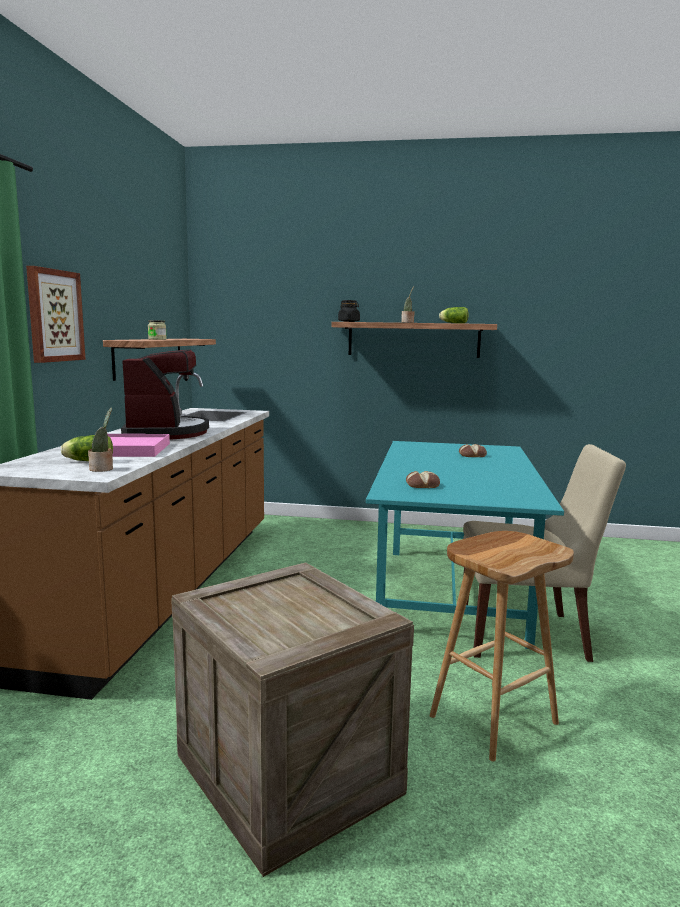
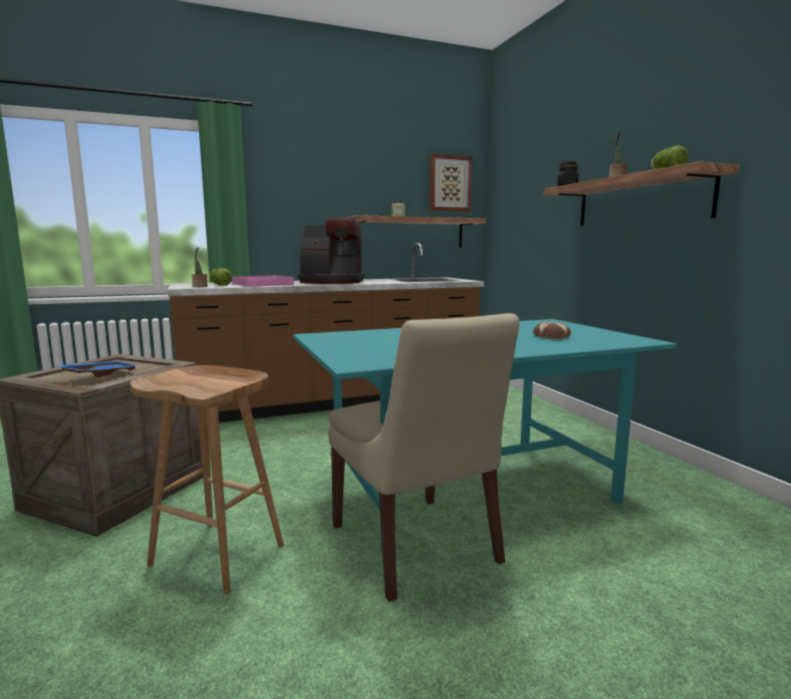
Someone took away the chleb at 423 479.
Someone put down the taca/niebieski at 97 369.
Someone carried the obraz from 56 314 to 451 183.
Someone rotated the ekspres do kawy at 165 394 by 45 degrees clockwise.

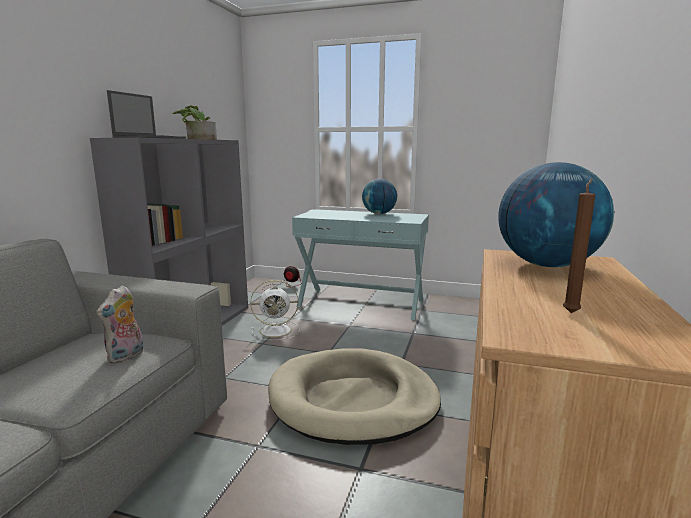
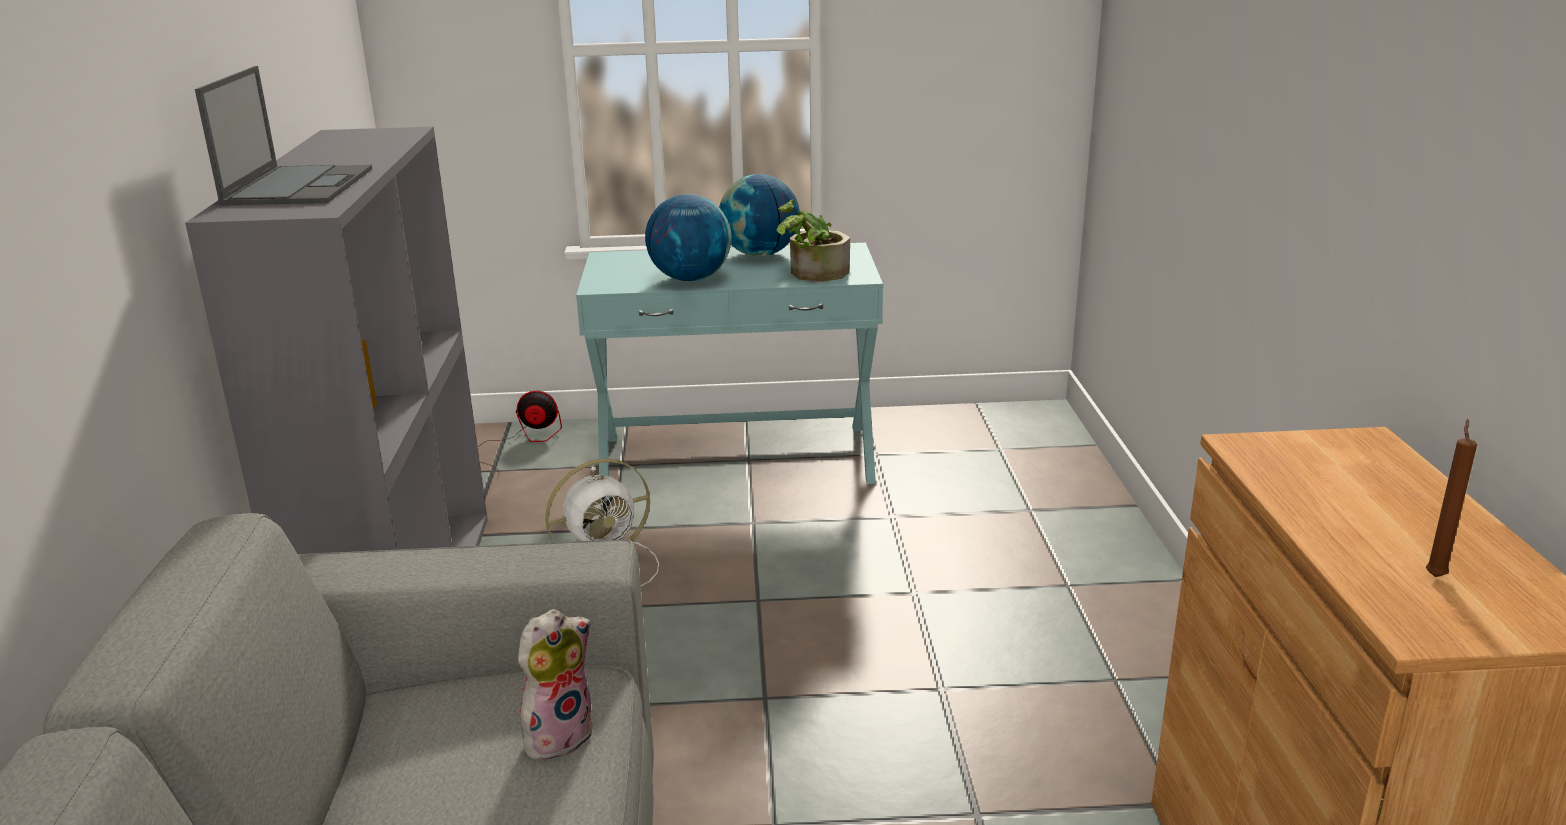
Someone took away the legowisko/beżowy at 354 396.
Someone carried the roślina doniczkowa from 194 122 to 813 240.
Someone carried the globus from 556 214 to 688 237.
Someone rotated the pluszak at 120 324 by 135 degrees counterclockwise.

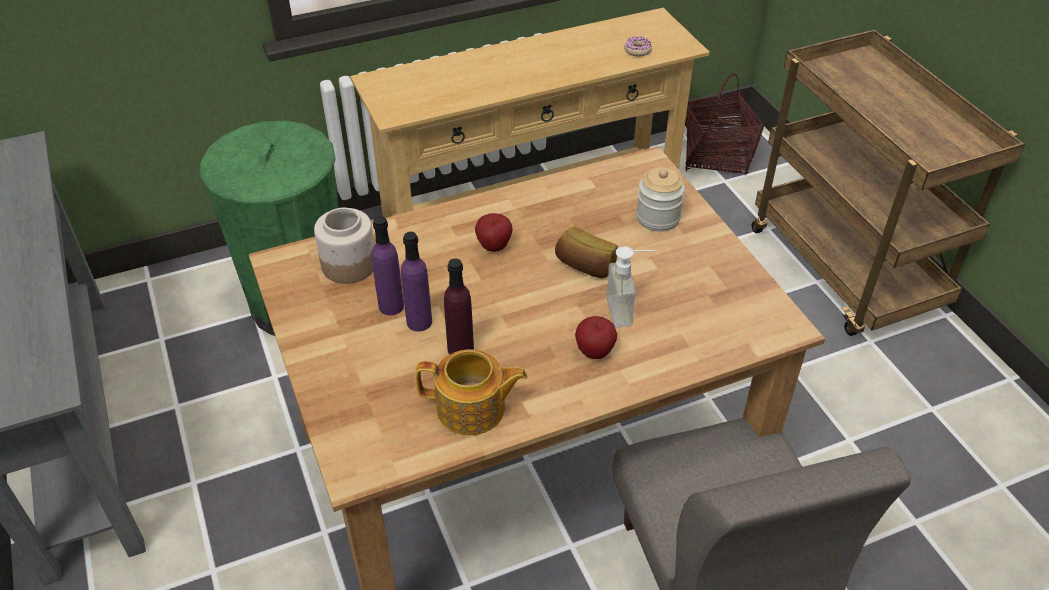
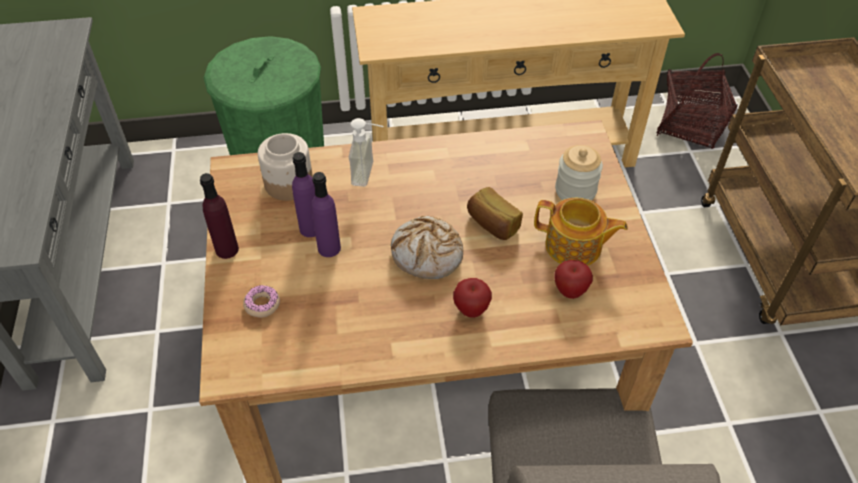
Someone put down the chleb at 427 247.
Someone carried the imbryk from 472 392 to 581 232.
Someone carried the butelka/fioletowy from 459 307 to 219 216.
Someone carried the jabłko from 494 232 to 573 279.
Someone carried the dozownik mydła from 630 286 to 366 152.
Someone carried the donut from 638 46 to 261 301.

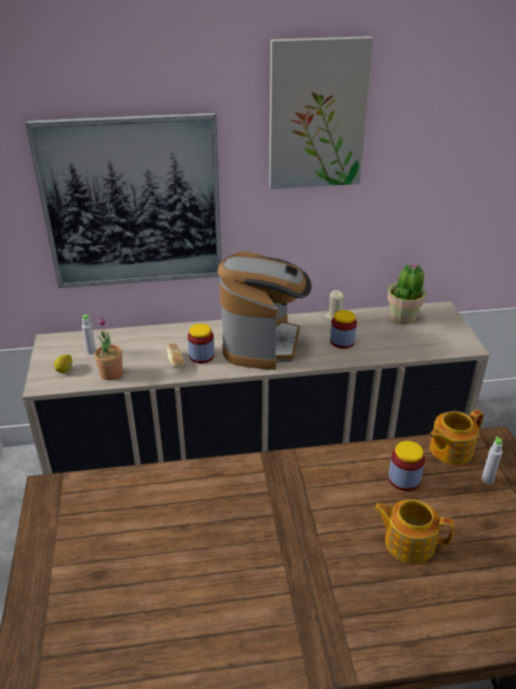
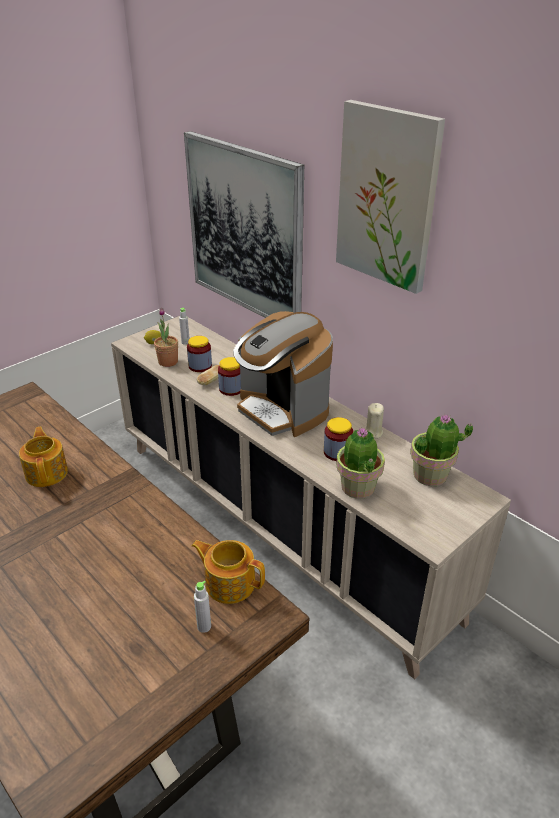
Someone put down the roślina doniczkowa at 360 463.
Someone carried the imbryk from 413 531 to 43 456.
Someone carried the słoik from 406 466 to 199 354.
Someone rotated the ekspres do kawy at 265 310 by 75 degrees clockwise.

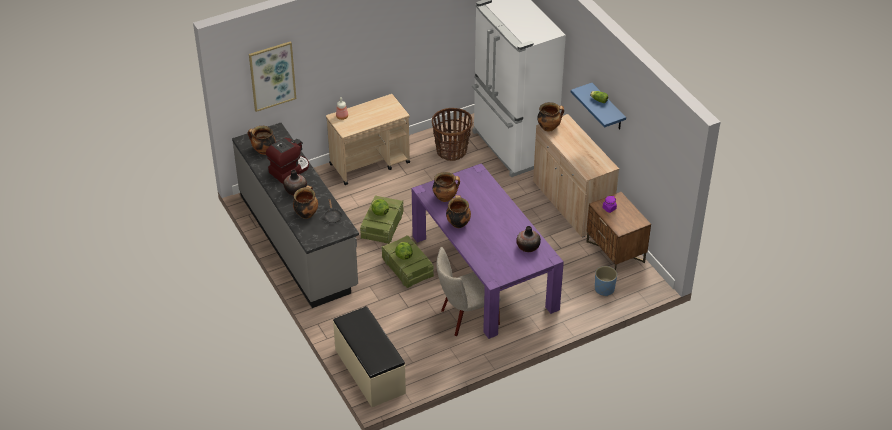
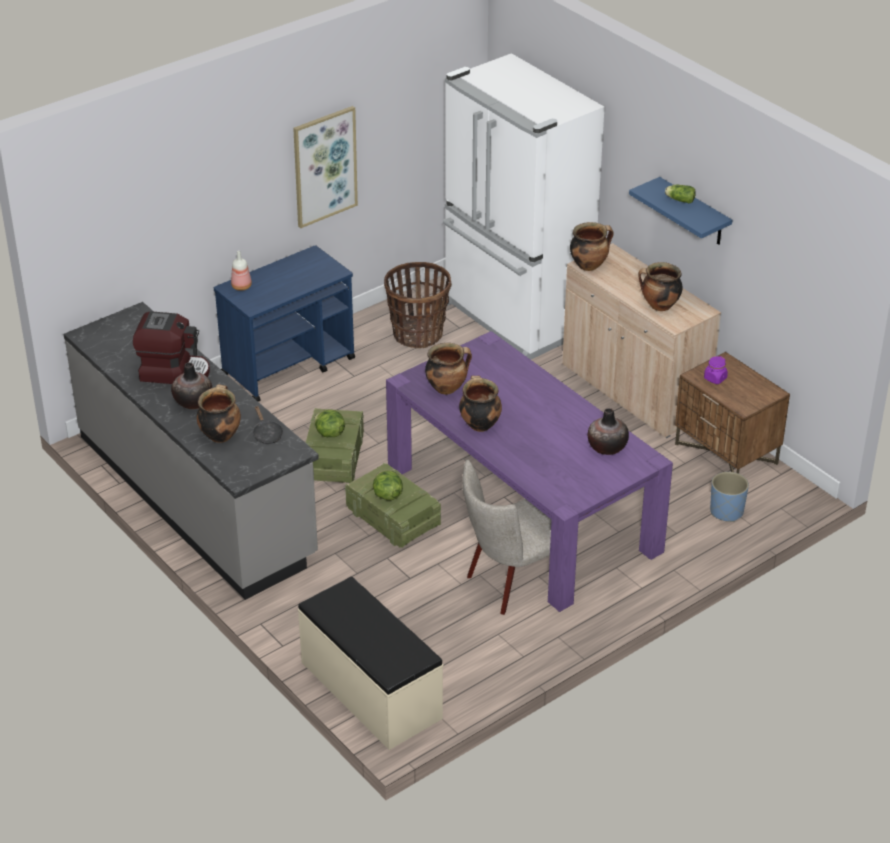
Someone carried the garnek from 261 140 to 660 286.
Someone carried the obraz from 272 76 to 325 167.
Someone repainted the wózek/beżowy at 368 139, which became the wózek/niebieski at 284 323.
Someone rotated the ekspres do kawy at 287 161 by 60 degrees clockwise.

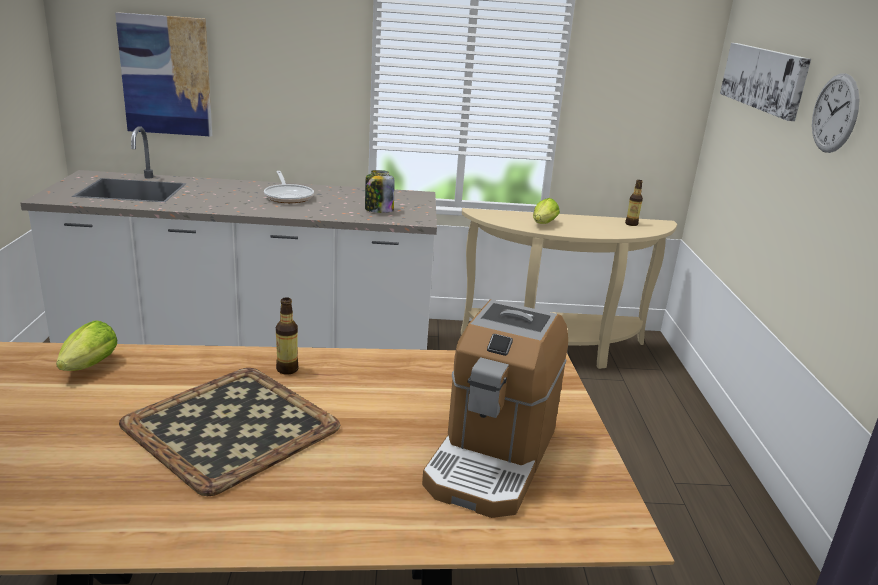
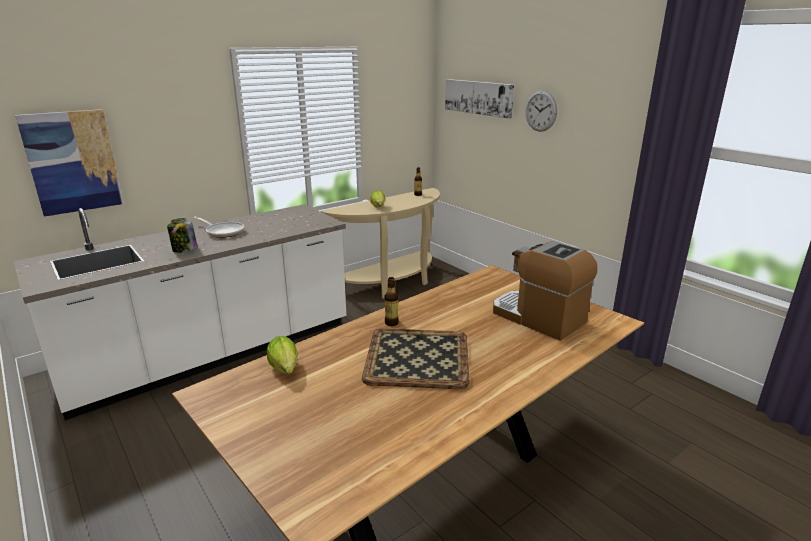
Someone carried the słoik from 379 191 to 182 235.
Someone rotated the ekspres do kawy at 495 408 by 150 degrees clockwise.

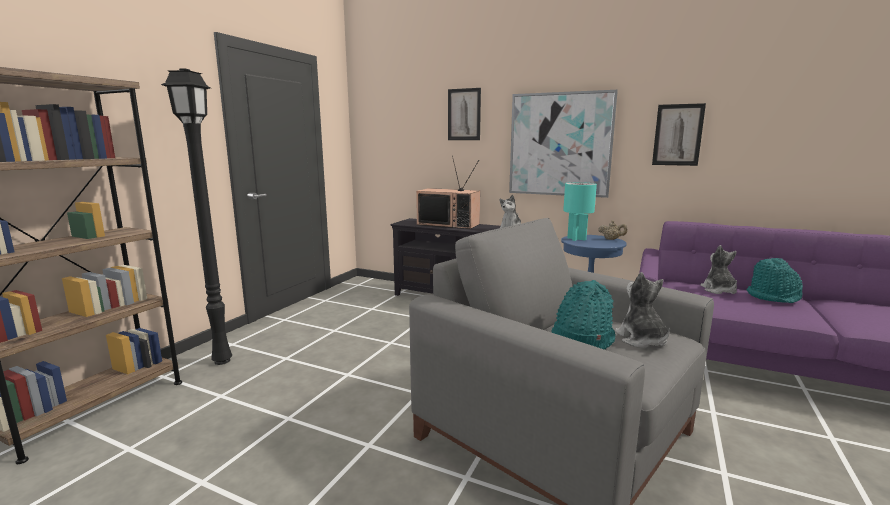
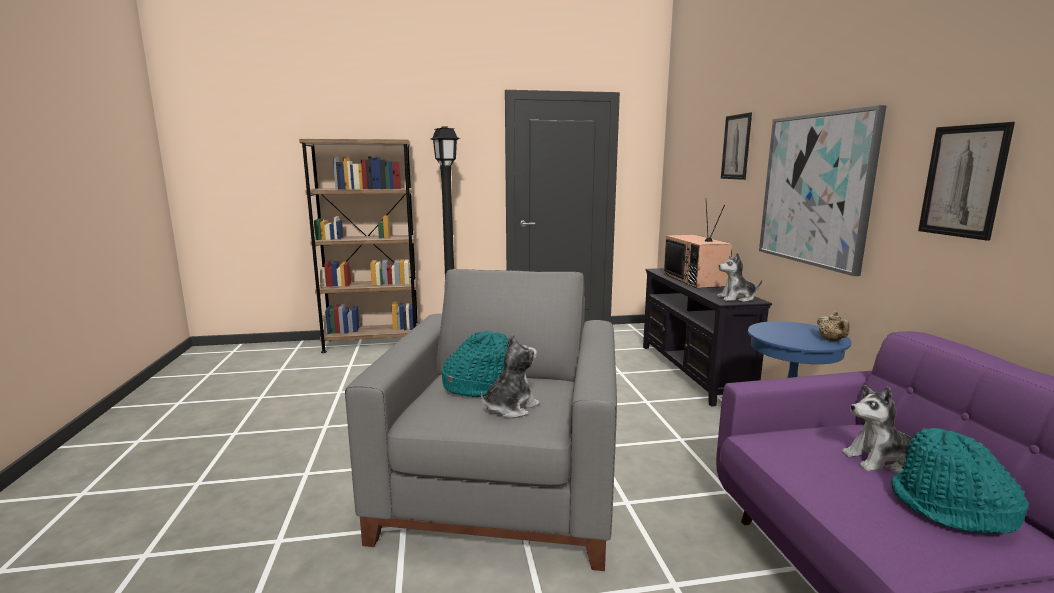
Someone took away the lampa stołowa/turkusowy at 580 211.
Someone rotated the pluszak at 718 269 by 150 degrees counterclockwise.

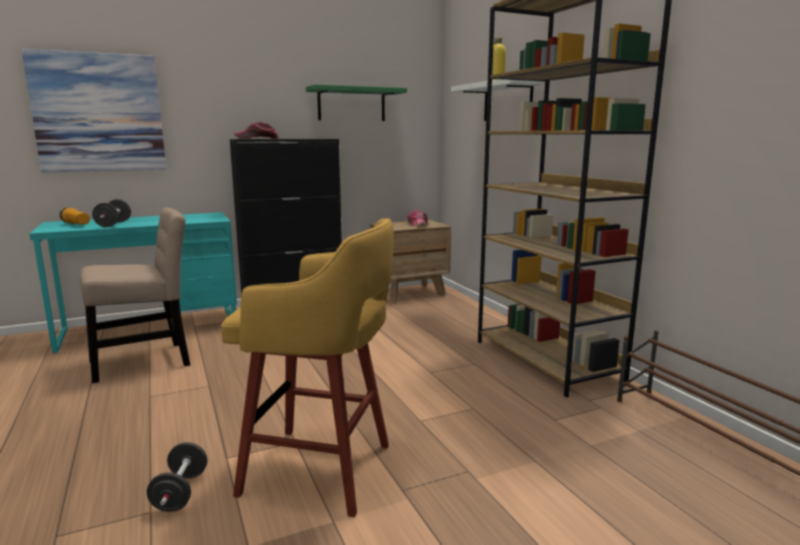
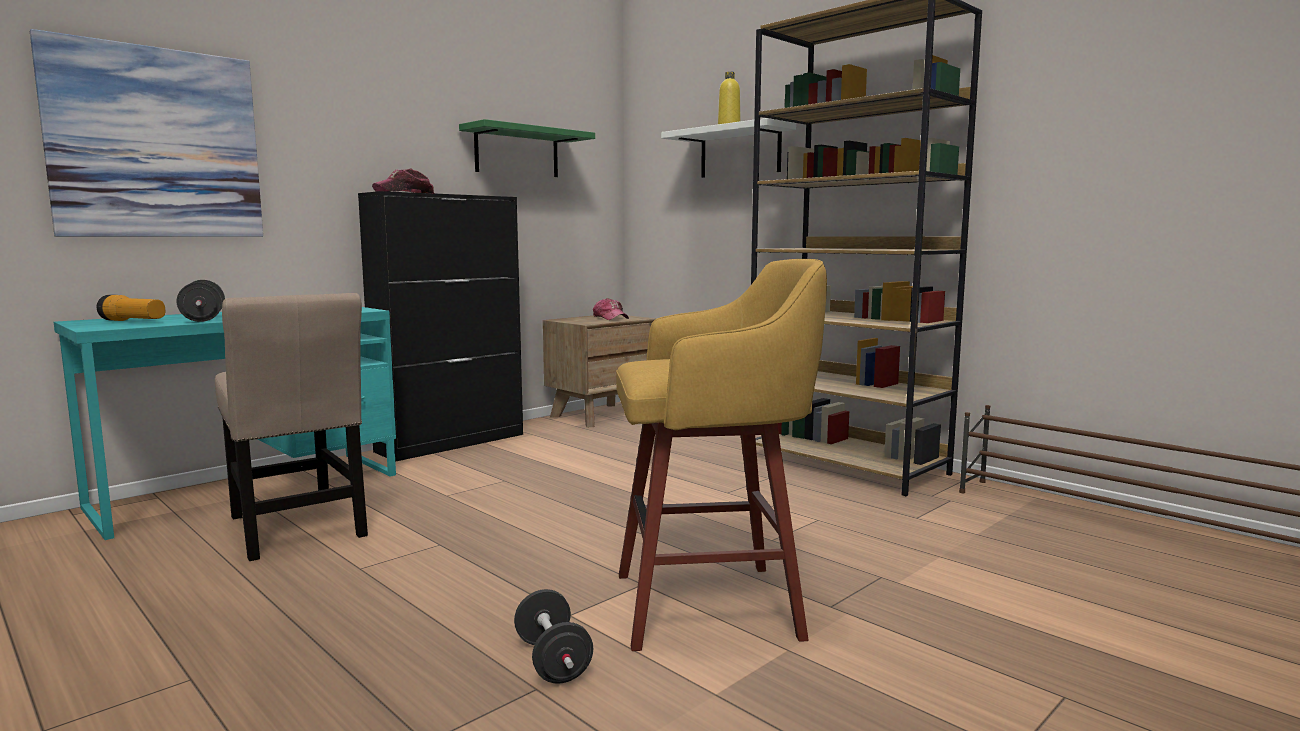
Someone rotated the krzesło/beżowy at 135 295 by 105 degrees clockwise.

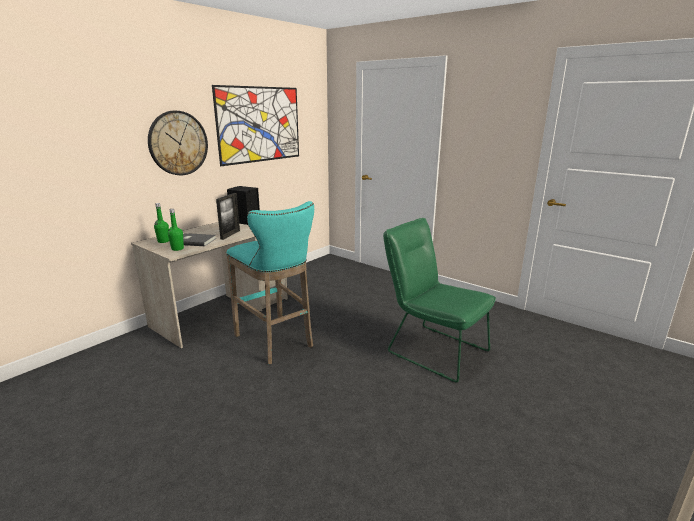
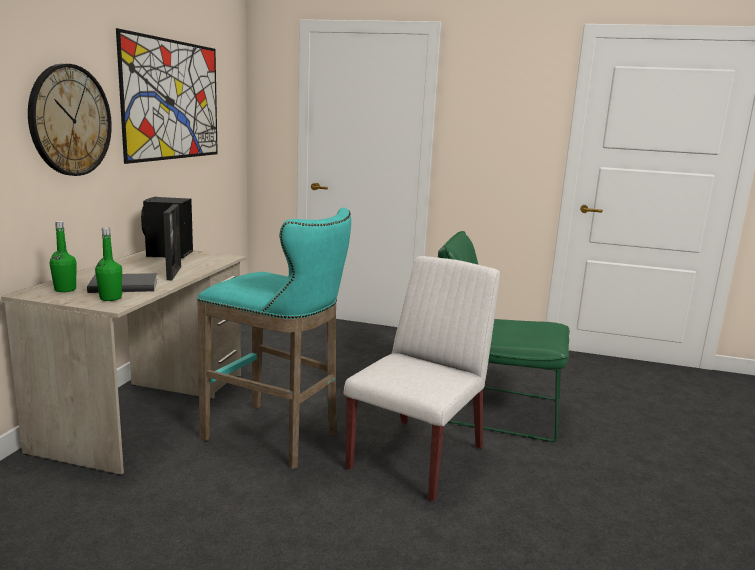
Someone put down the krzesło/biały at 422 379.

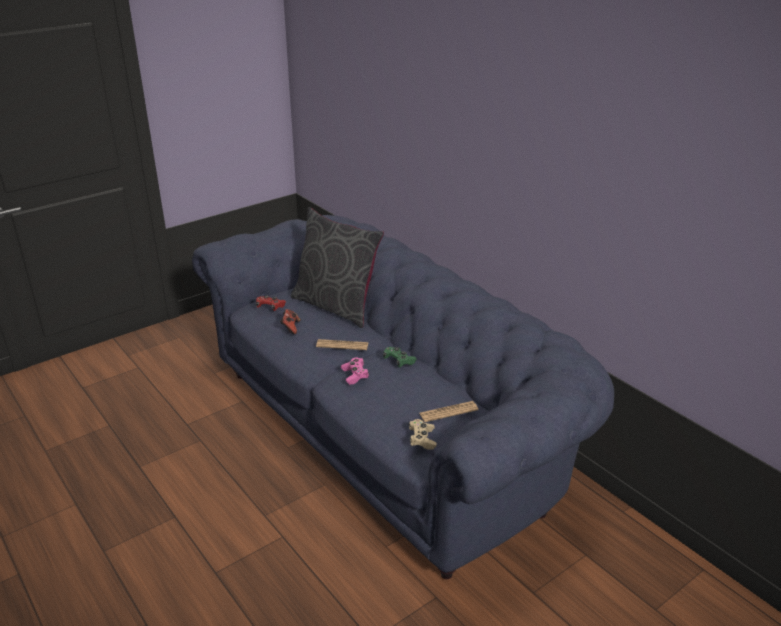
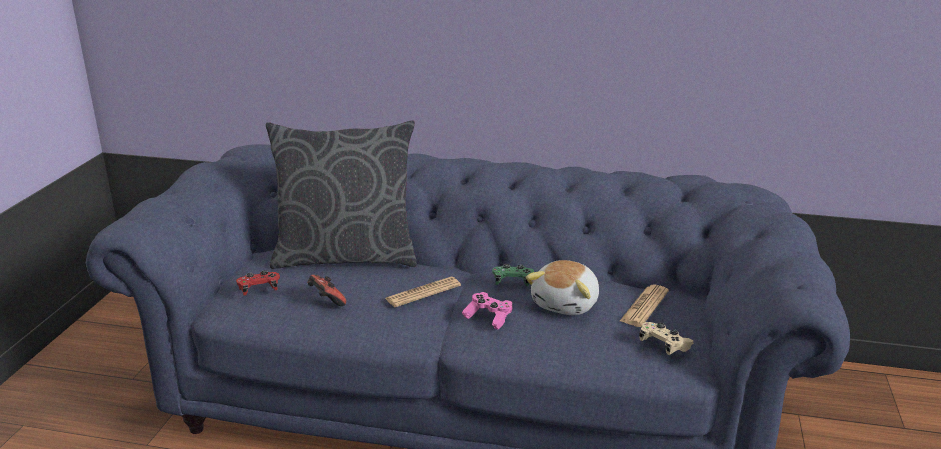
Someone put down the pluszak at 562 287.

